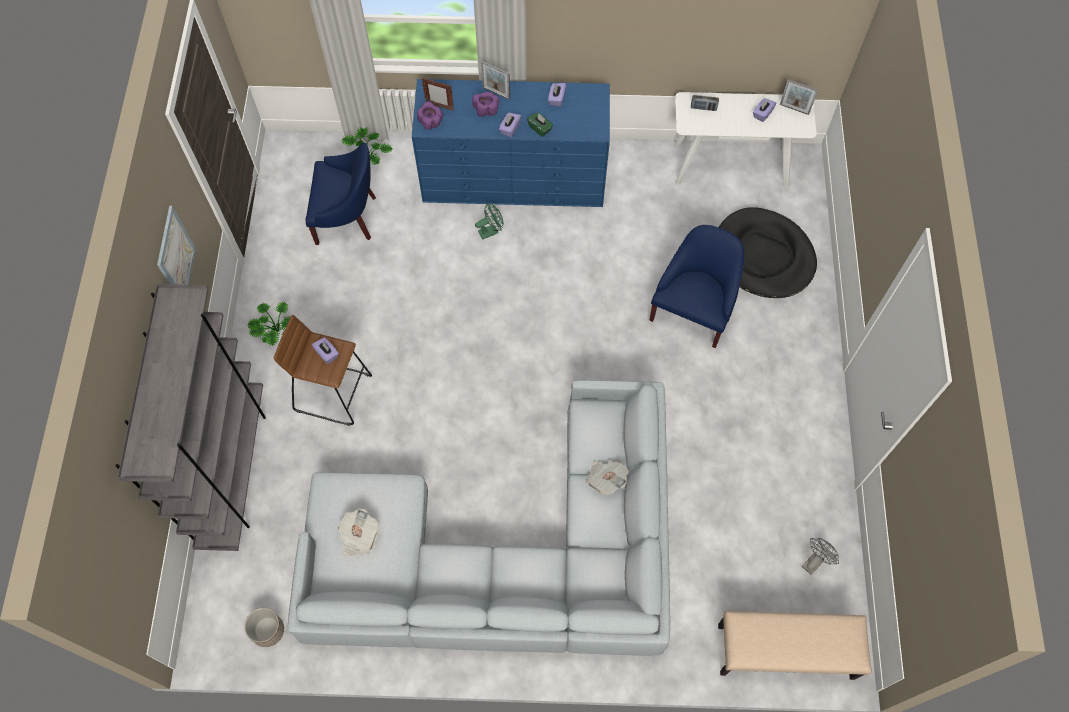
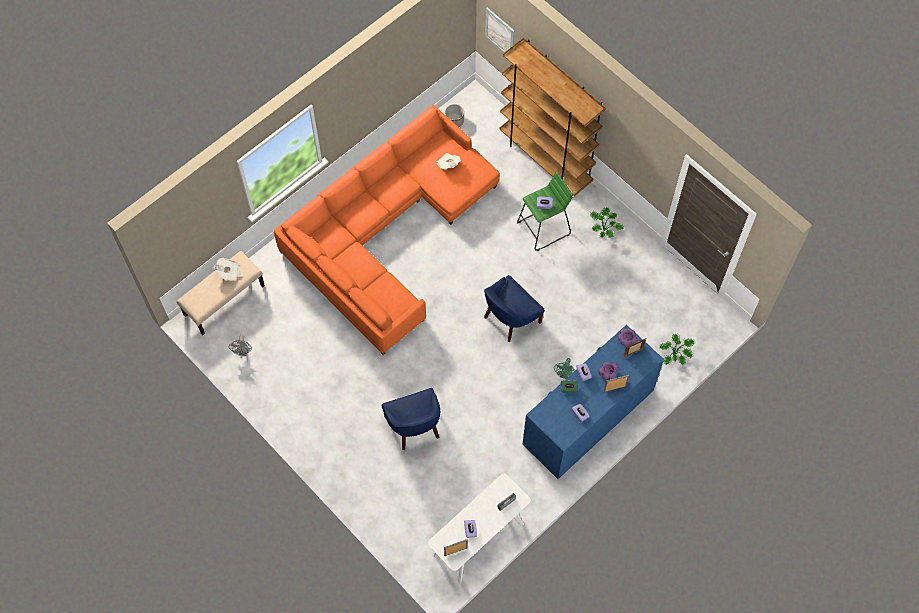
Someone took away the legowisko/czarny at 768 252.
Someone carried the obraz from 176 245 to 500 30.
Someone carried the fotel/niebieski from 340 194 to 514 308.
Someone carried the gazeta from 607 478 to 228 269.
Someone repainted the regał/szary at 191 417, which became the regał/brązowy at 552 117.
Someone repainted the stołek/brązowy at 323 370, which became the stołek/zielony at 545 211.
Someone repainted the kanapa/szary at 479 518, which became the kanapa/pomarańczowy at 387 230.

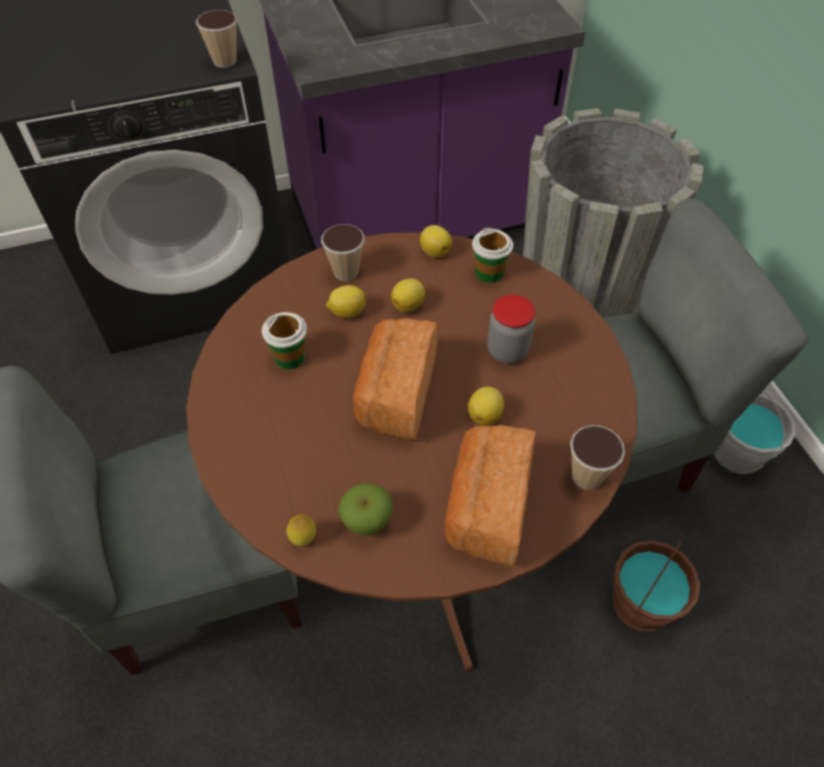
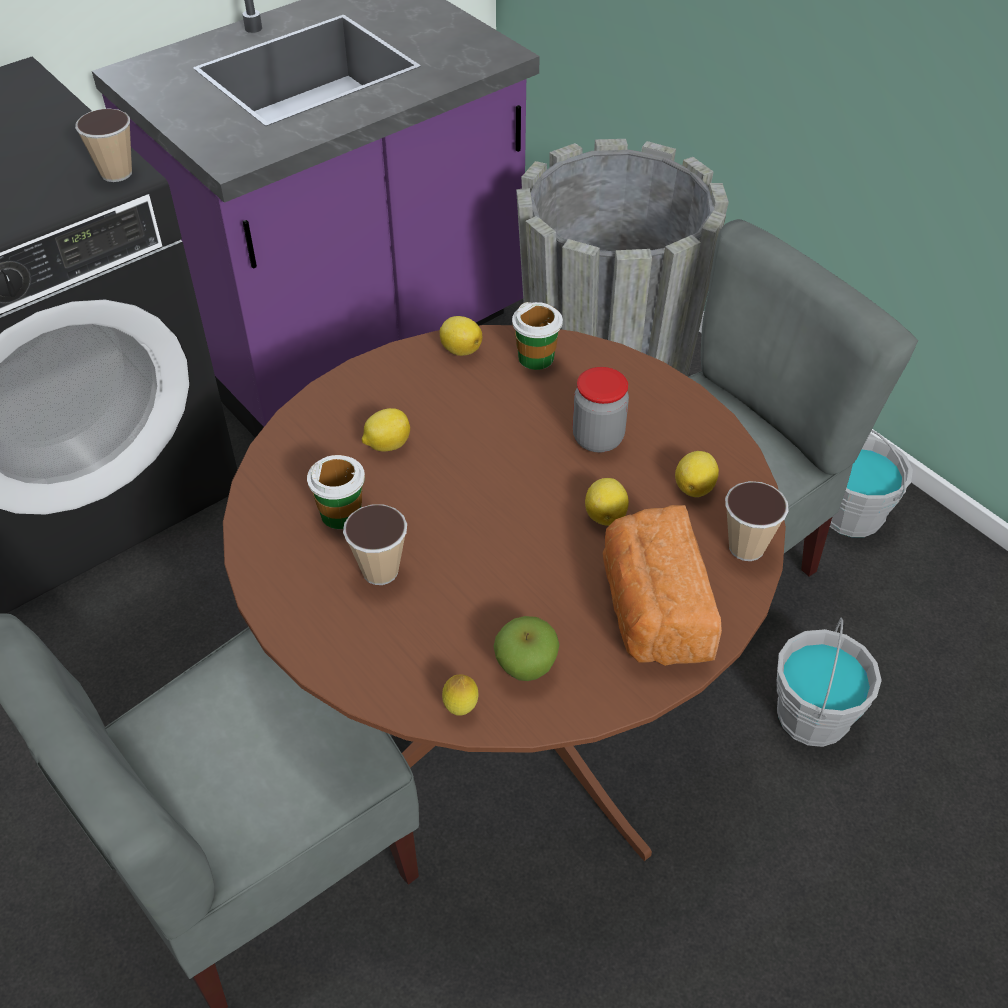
Someone took away the chleb at 395 379.
Someone carried the filiżanka from 343 252 to 375 544.
Someone carried the cytryna from 408 295 to 697 474.
Someone repainted the wiadro/brązowy at 656 586, which became the wiadro/szary at 829 682.

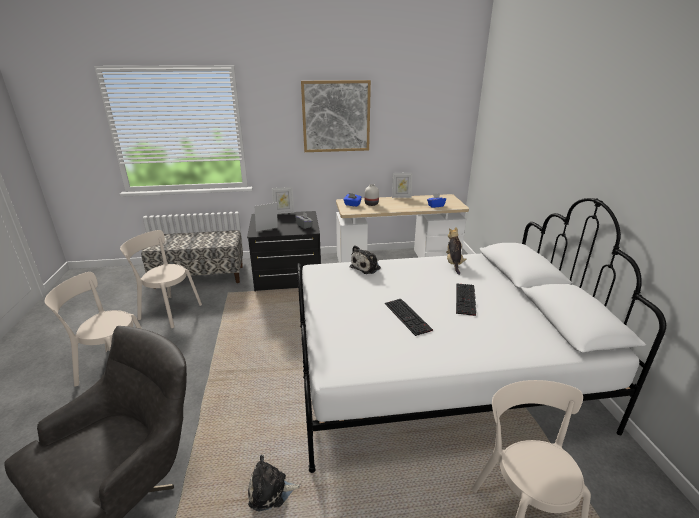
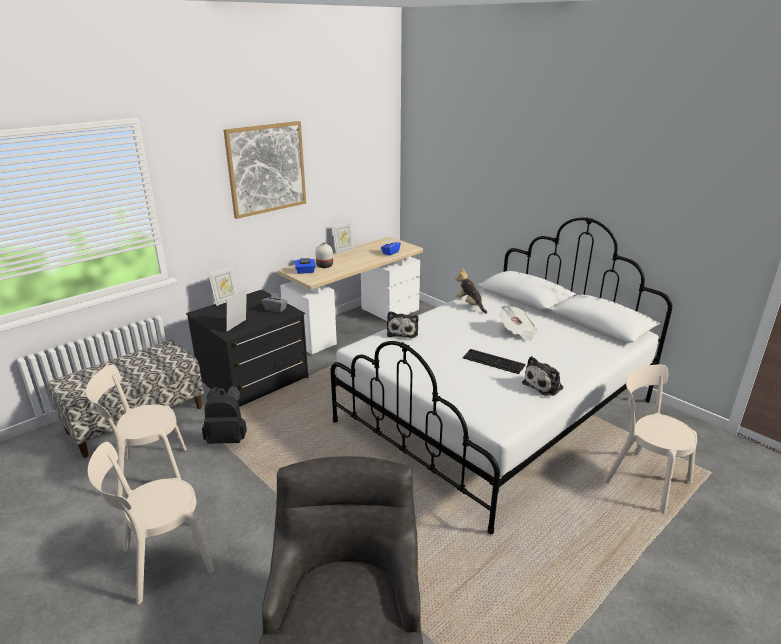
Someone put down the plecak/czarny at 224 415.
Someone carried the pluszak from 274 483 to 542 376.
Someone swapped the klawiatura at 466 300 for the gazeta at 518 323.

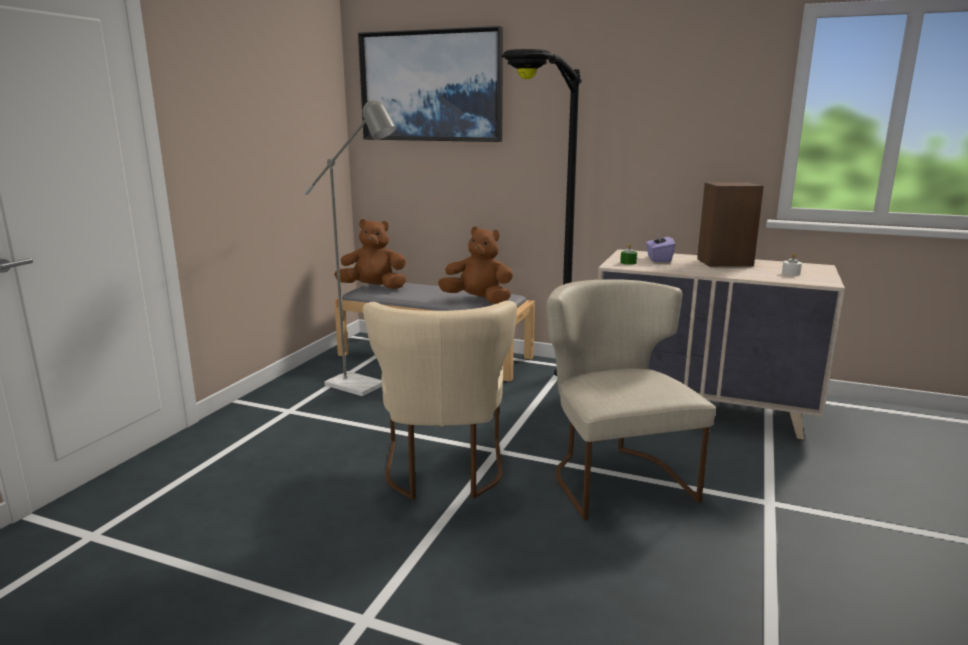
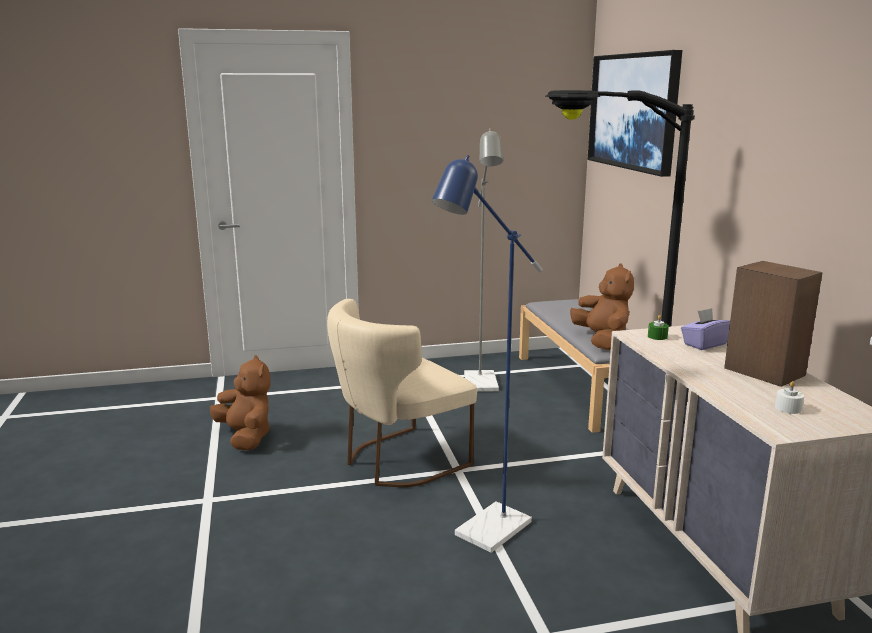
Someone carried the pluszak/brązowy from 370 254 to 240 402.
Someone swapped the krzesło/beżowy at 631 399 for the lampa stojąca/niebieski at 487 354.

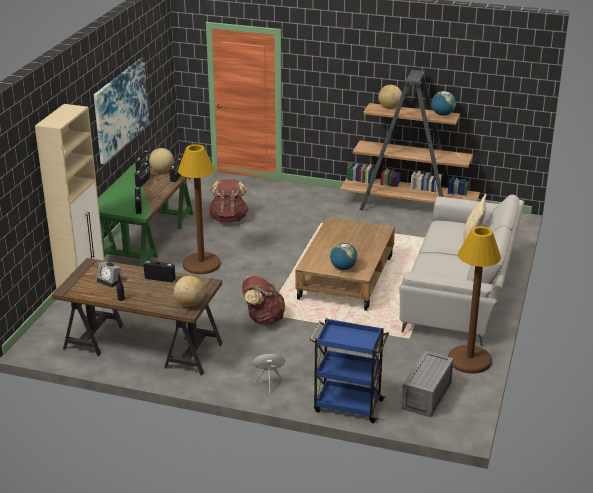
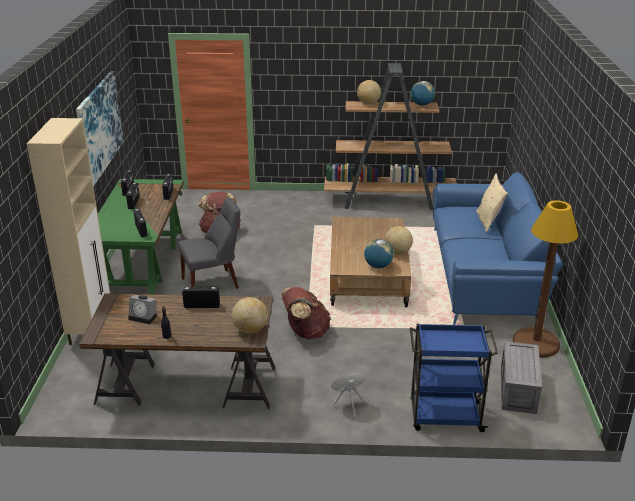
Someone carried the globus from 161 160 to 398 240.
Someone swapped the lampa stojąca/brązowy at 199 209 for the krzesło/szary at 209 243.
Someone repainted the kanapa/szary at 461 271, which became the kanapa/niebieski at 498 248.

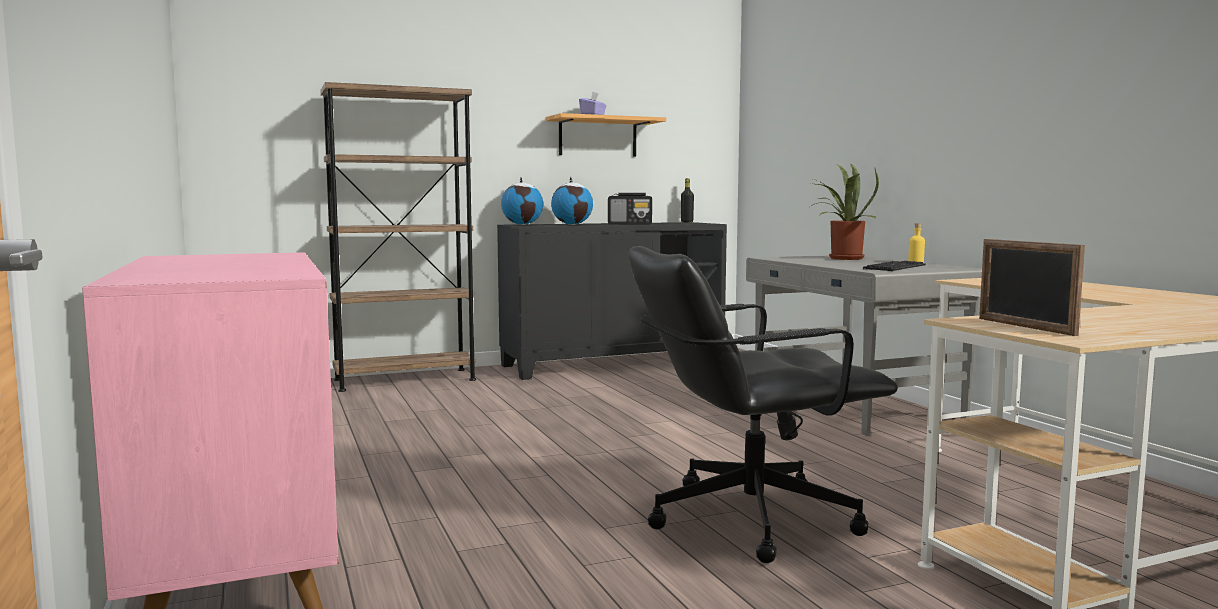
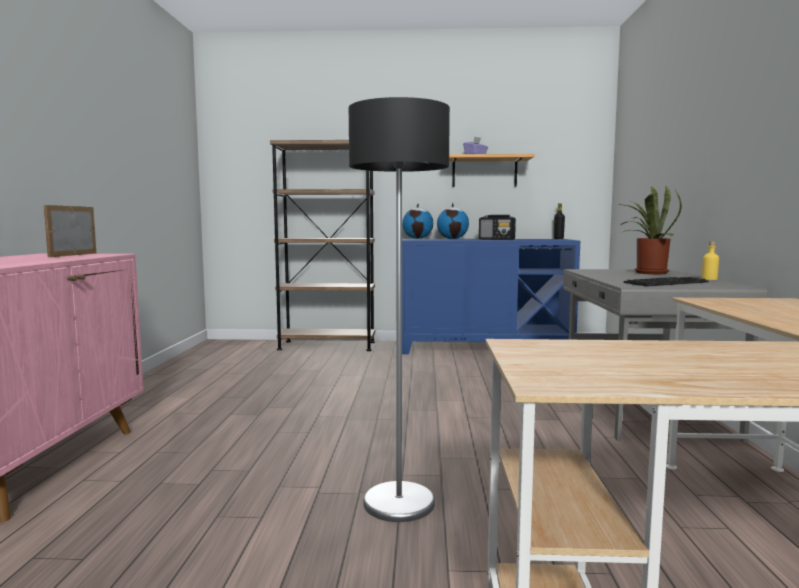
Someone carried the ramka na zdjęcie from 1032 287 to 70 231.
Someone swapped the krzesło biurowe/czarny at 763 404 for the lampa stojąca at 399 309.
Someone repainted the szafka/czarny at 612 301, which became the szafka/niebieski at 491 296.

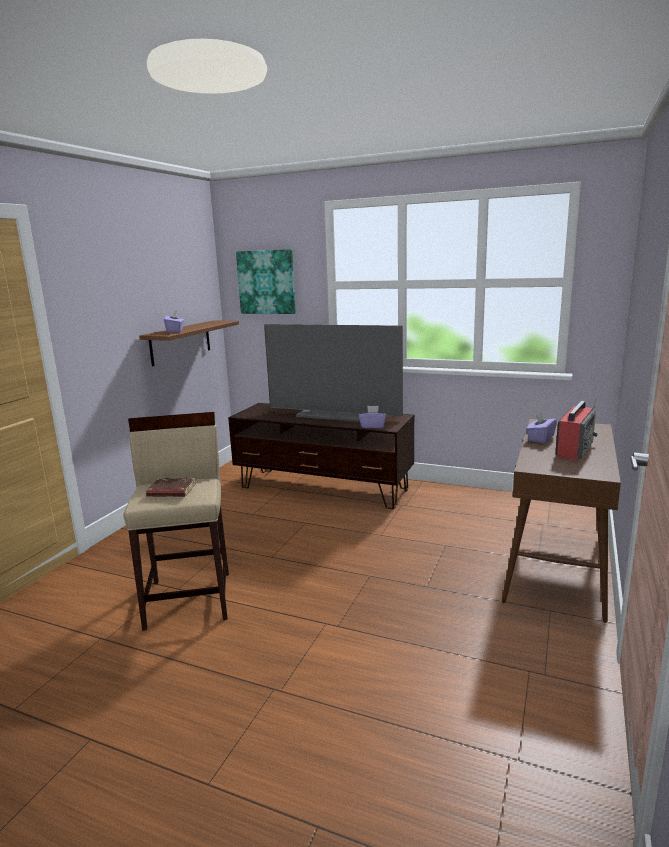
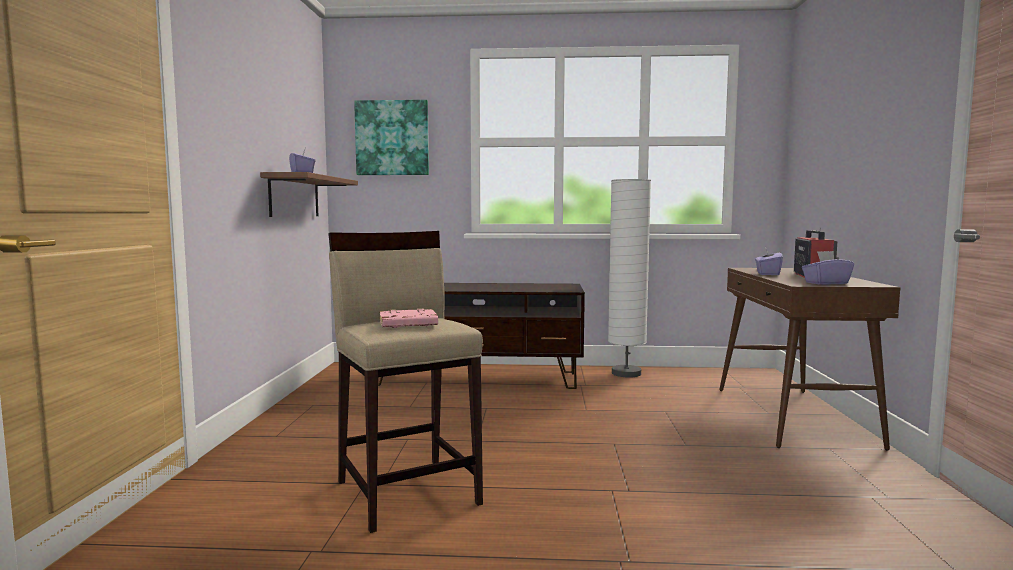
Someone took away the telewizor at 333 373.
Someone put down the lampa stojąca/biały at 629 278.
Someone carried the pudełko chusteczek/fioletowy from 372 417 to 828 268.
Someone repainted the książka/brązowy at 171 487, which became the książka/różowy at 408 318.

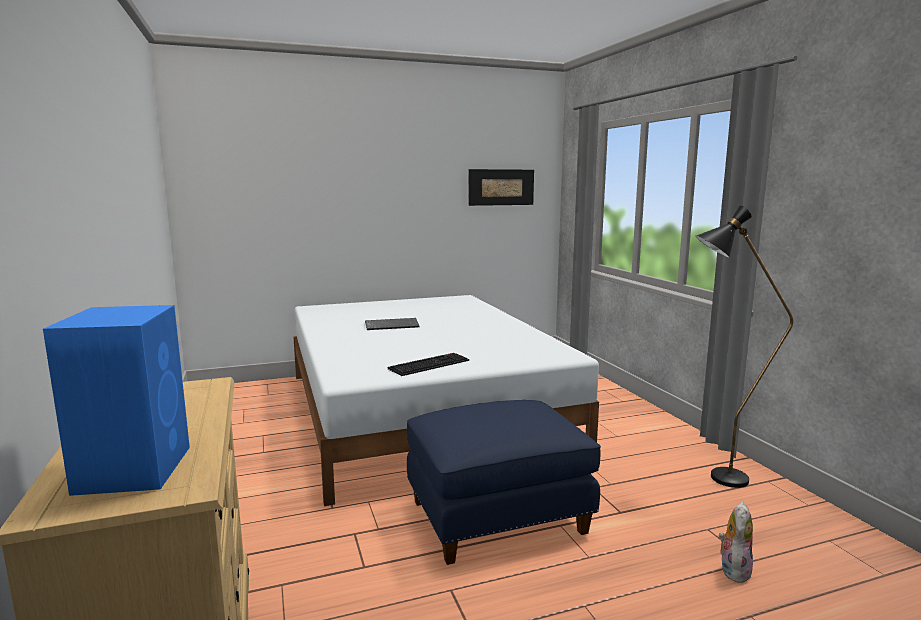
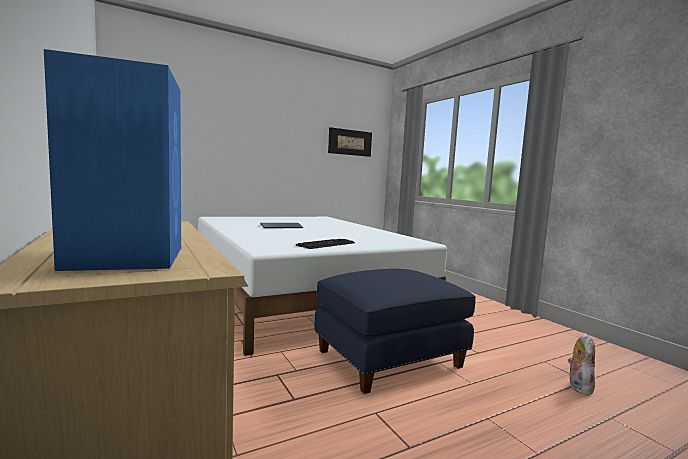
Someone took away the lampa stojąca/czarny at 744 347.

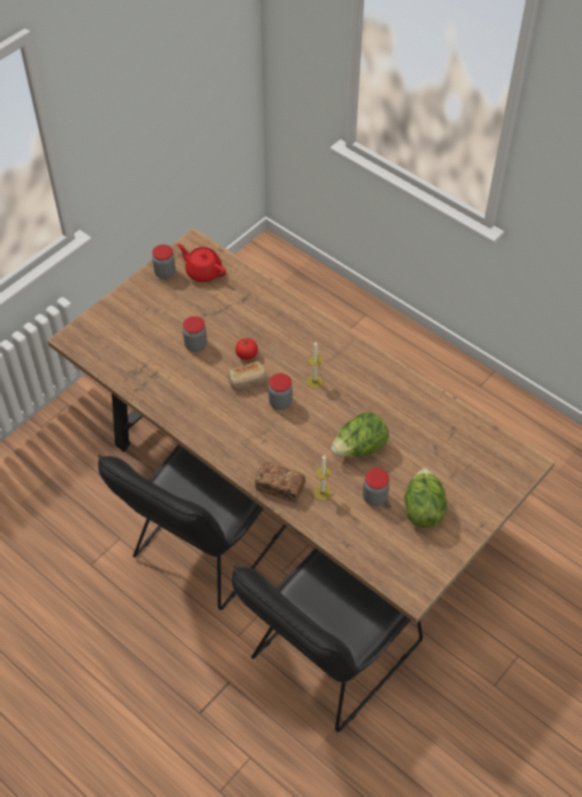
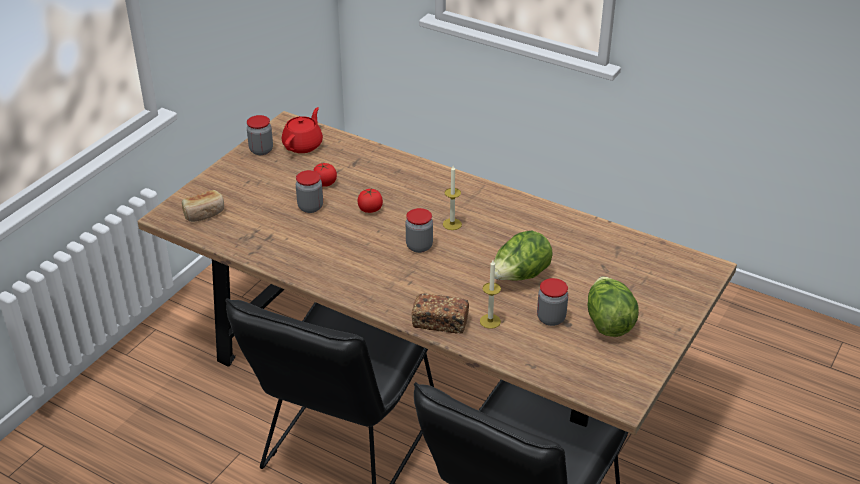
Someone put down the pomidor at 325 175.
Someone carried the chleb from 247 376 to 203 206.
Someone rotated the imbryk/czerwony at 201 263 by 90 degrees clockwise.

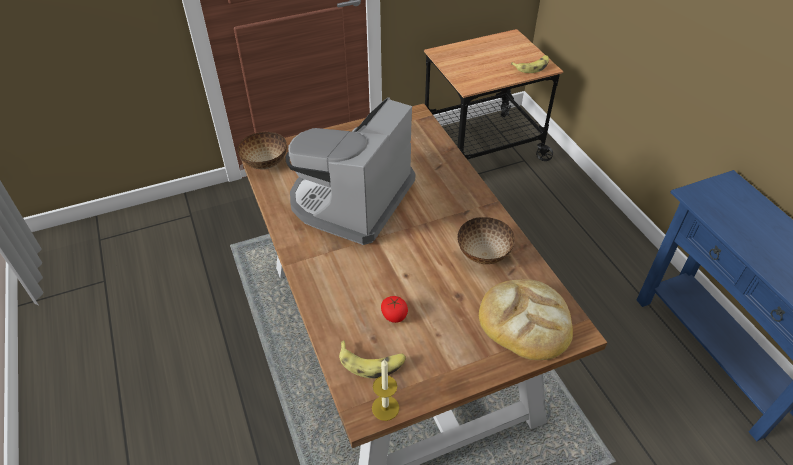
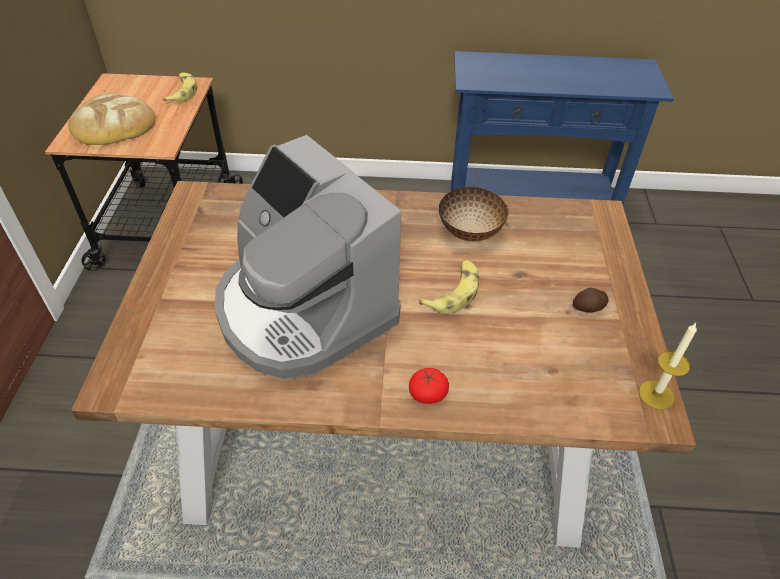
Someone took away the miska at 262 151.
Someone put down the ziemniak at 591 300.
Someone carried the banan from 372 359 to 449 287.
Someone carried the pomidor from 394 309 to 429 386.
Someone carried the chleb from 526 319 to 112 119.

